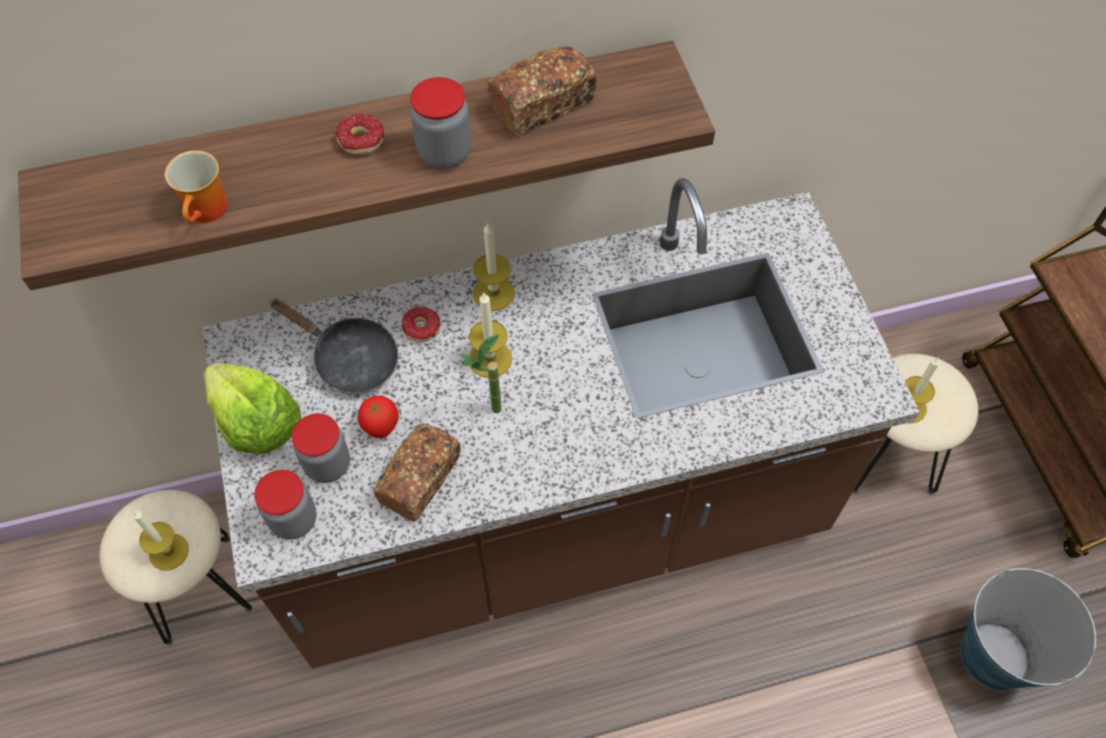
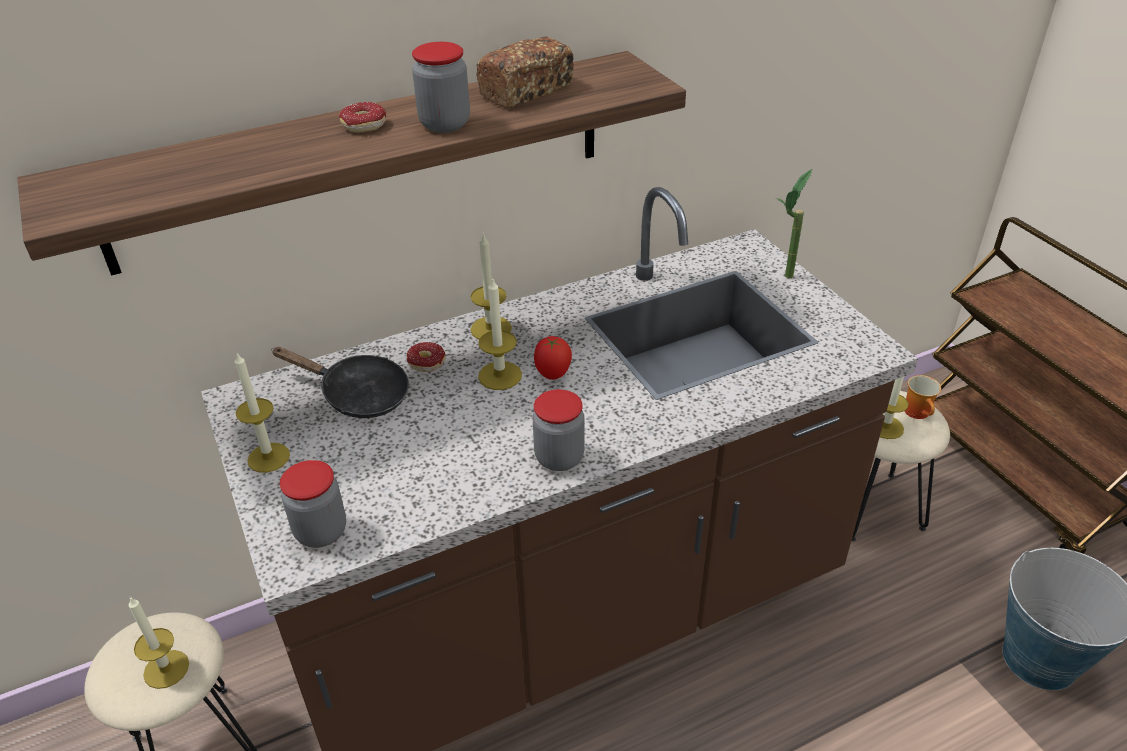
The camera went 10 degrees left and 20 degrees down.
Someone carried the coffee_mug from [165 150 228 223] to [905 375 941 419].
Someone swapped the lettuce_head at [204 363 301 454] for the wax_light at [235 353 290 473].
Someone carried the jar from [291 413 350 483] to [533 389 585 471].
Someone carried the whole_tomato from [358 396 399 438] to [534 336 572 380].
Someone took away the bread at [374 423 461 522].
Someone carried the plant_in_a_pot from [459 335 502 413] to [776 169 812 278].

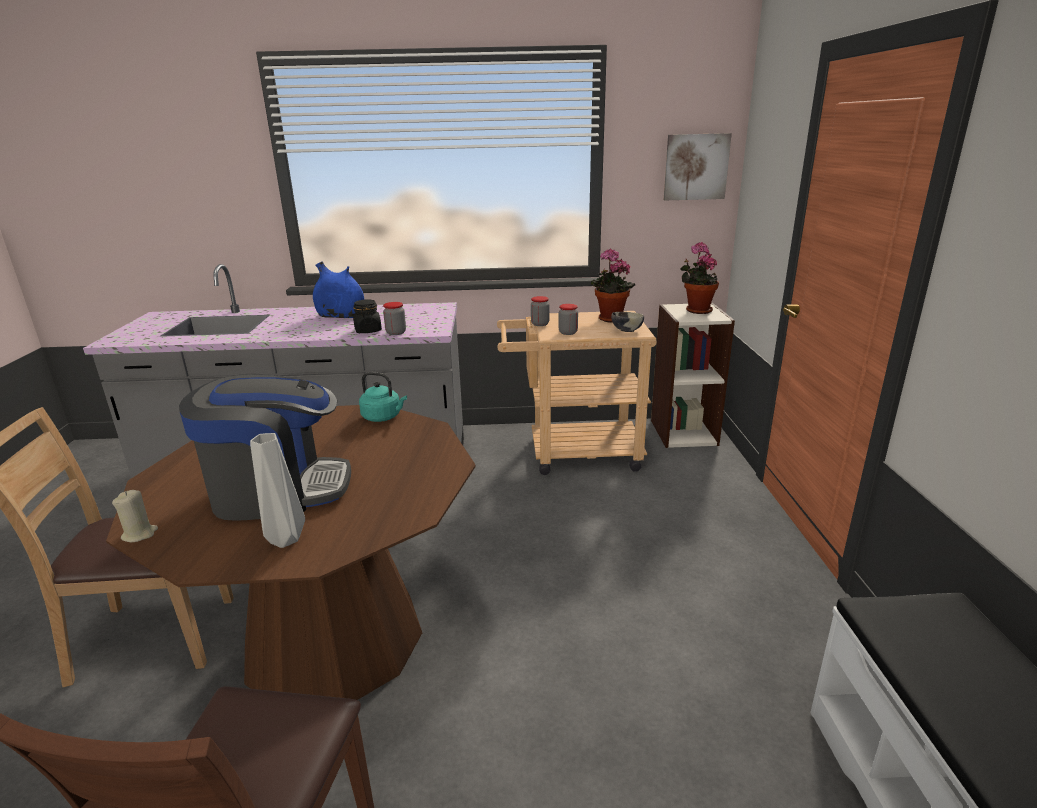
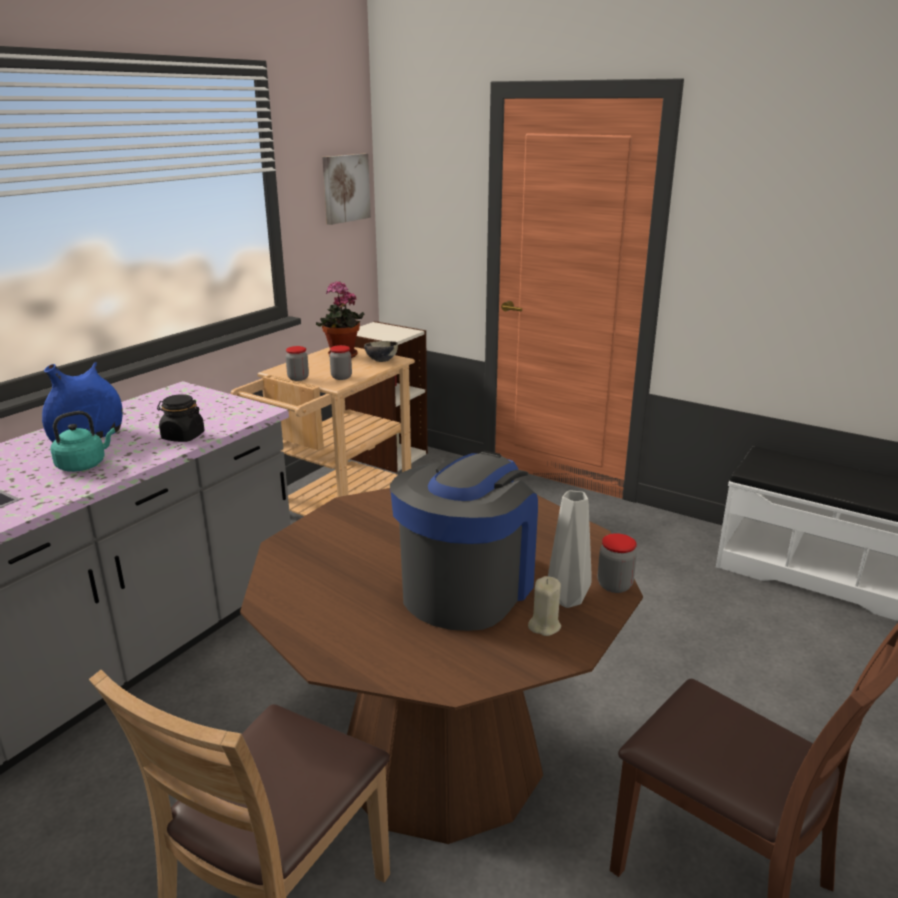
The camera went 55 degrees left and 0 degrees up.
Someone carried the sand-coloured_wax_light from [112 490 158 542] to [528 576 561 636].
Someone carried the turquoise_tea_kettle from [359 372 407 422] to [50 411 115 472].
Someone carried the jar from [383 302 406 335] to [598 533 637 593].
Someone took away the plant_in_a_pot at [681 242 719 314].

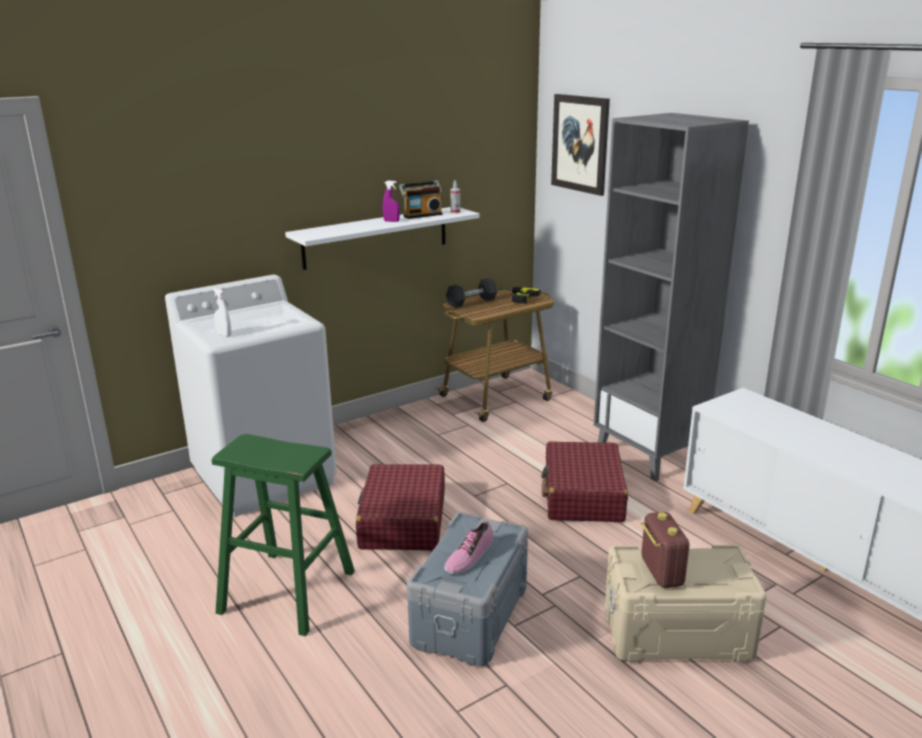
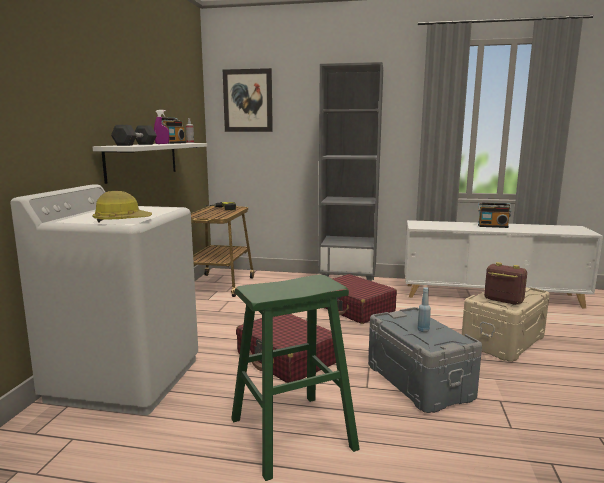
The camera went 45 degrees left and 10 degrees down.
Someone swapped the white_hand_sprayer at [212 288 231 337] for the safety_helmet at [92 191 152 223].
Someone swapped the item_of_footwear at [444 521 493 574] for the blue-coloured_beverage_bottle at [417 287 431 332].
Someone carried the blackish_free_weight from [446 278 497 308] to [111 125 157 146].
Someone put down the radio_set at [478 202 511 228].

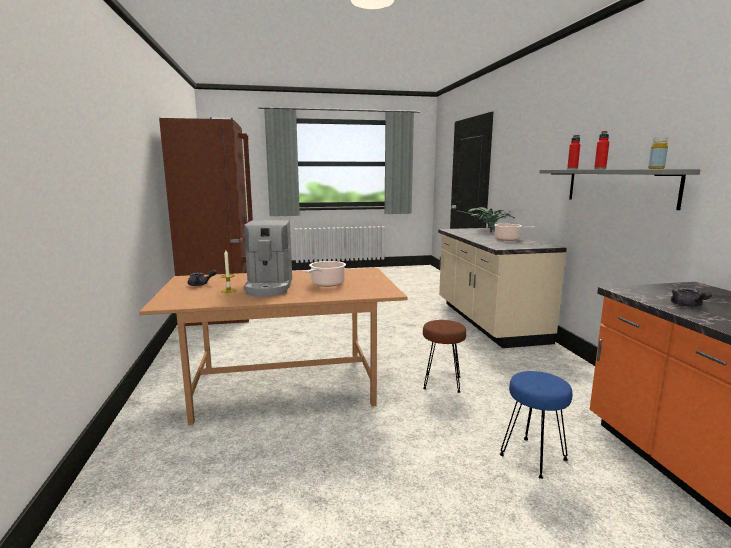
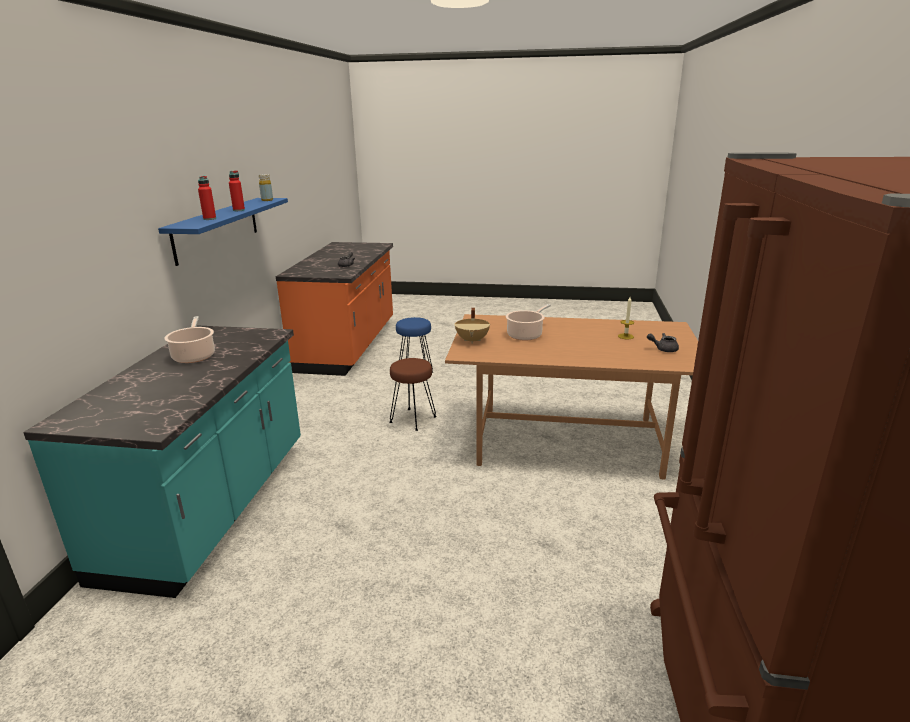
The camera went 160 degrees left and 10 degrees up.
Someone took away the coffee_brewer at [244 220 292 297].
Someone repainted the sand-coloured_kitchen_base_unit at [438 228 567 348], which became the turquoise_kitchen_base_unit at [23 325 301 598].
Someone took away the plant_in_a_pot at [468 207 515 232].
Someone repainted the grey_shelf at [539 169 701 210], which became the blue-coloured_shelf at [158 198 288 266].
Someone put down the sand-coloured_stockpot at [454 308 490 344].

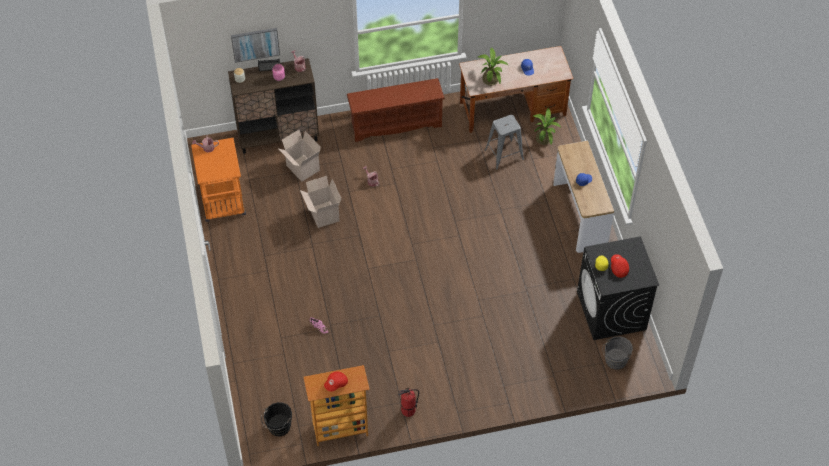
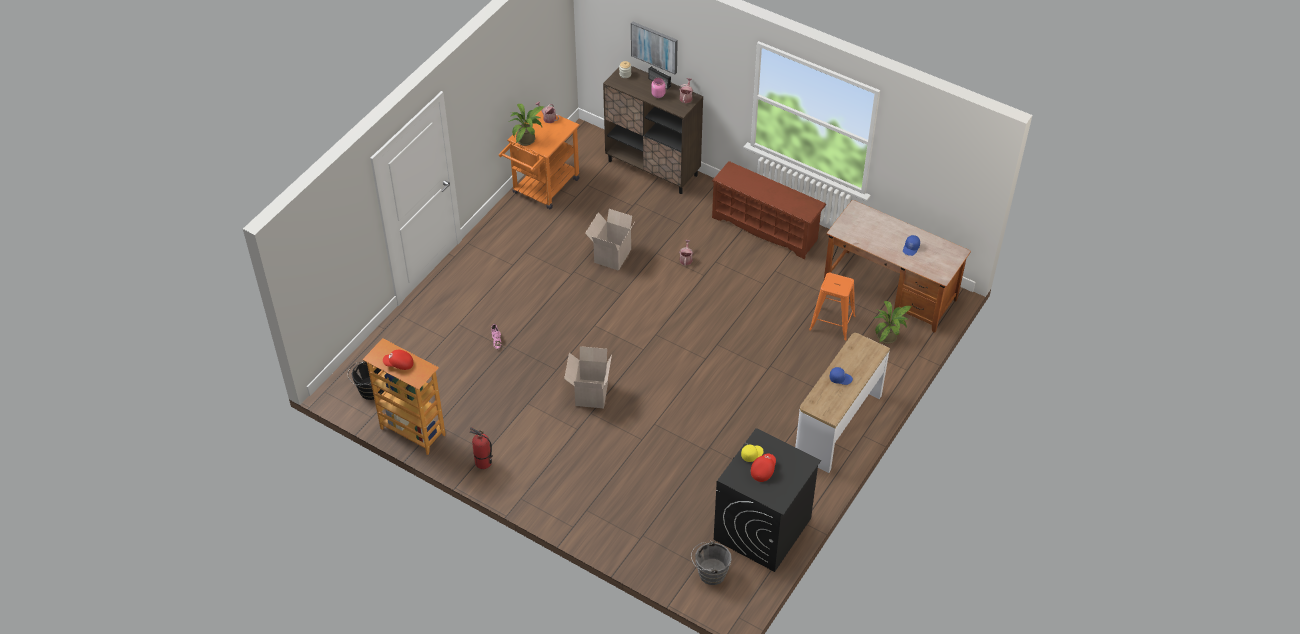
The camera went 45 degrees right and 5 degrees down.
Someone carried the cardboard_box from [279 130 321 182] to [564 346 612 408].
Someone carried the plant_in_a_pot from [478 48 508 86] to [509 104 544 146].
Someone repainted the grey_stool_seat at [485 115 524 169], which became the orange-coloured_stool_seat at [809 273 856 340].

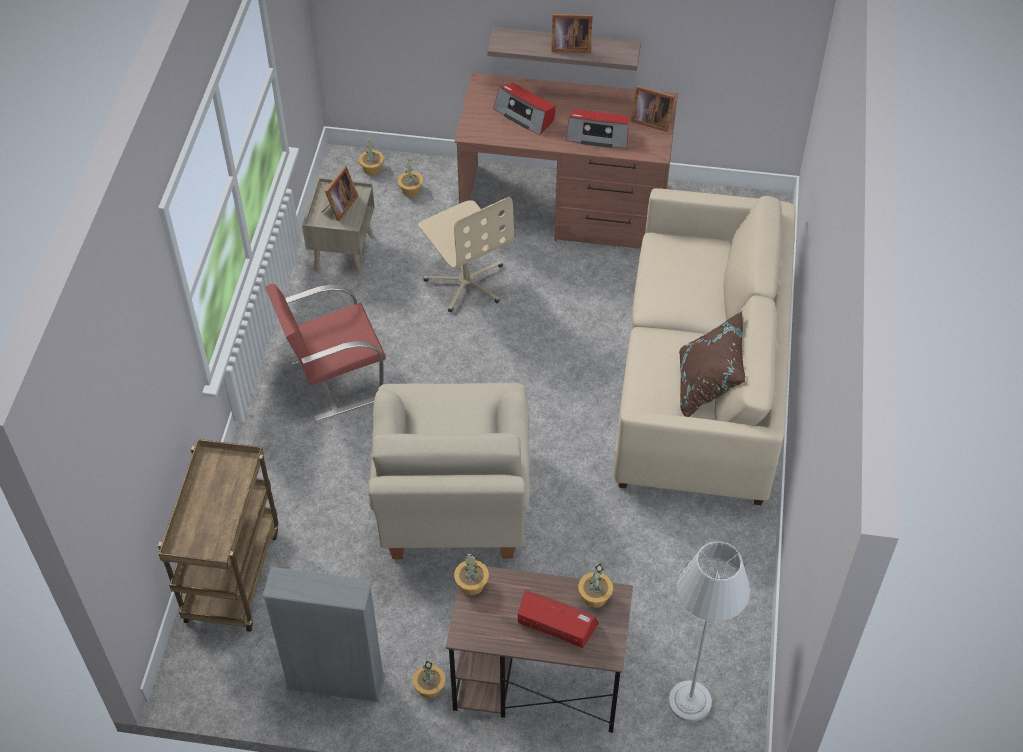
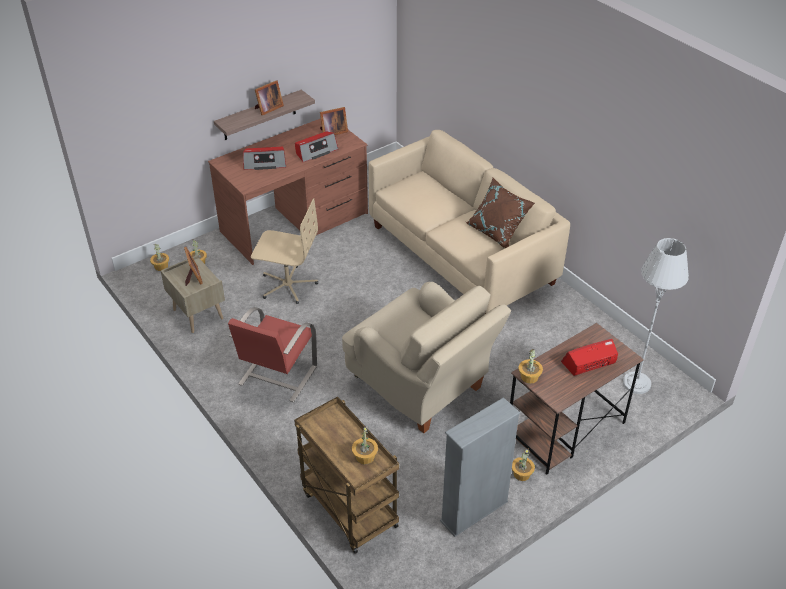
The camera went 45 degrees left and 10 degrees down.
Someone carried the plant_in_a_pot from [578 563 613 608] to [352 426 378 464].

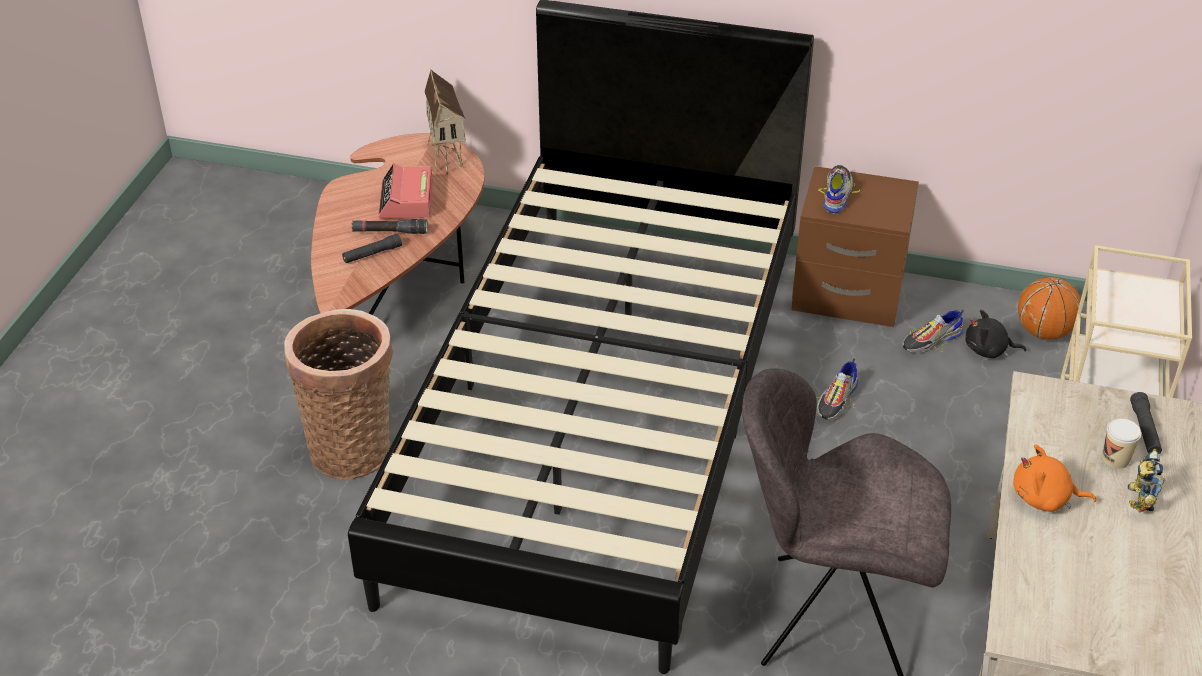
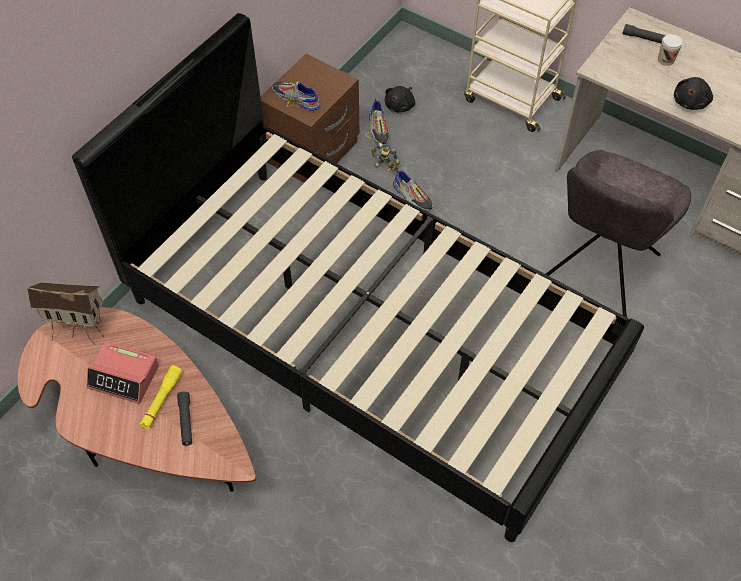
The camera went 70 degrees left and 15 degrees up.
Someone took away the basket at [284 309 393 480].
Someone repainted the blackish_flashlight at [352 219 428 234], which became the yellow_flashlight at [140 365 182 429].
Someone repainted the orange-coloured_soft_toy at [1013 444 1097 512], which became the blackish_soft_toy at [674 77 713 110].
Someone took away the basketball at [1018 277 1082 340].
Someone carried the model_robot from [1128 450 1165 512] to [371 142 400 172].

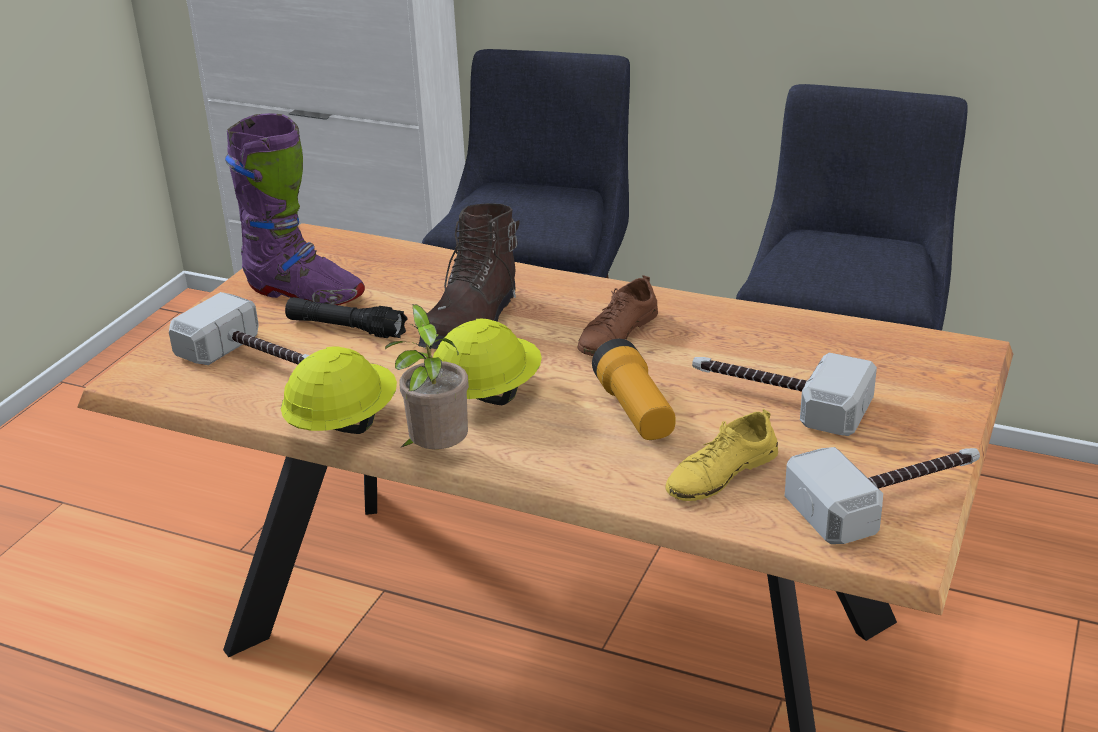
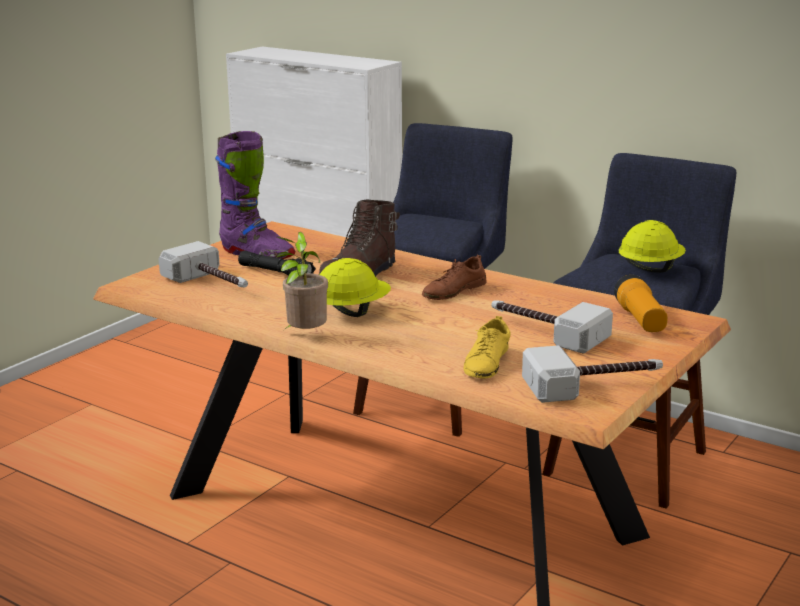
The camera went 10 degrees right and 10 degrees down.
Someone carried the yellow_safety_helmet from [281 347 397 434] to [619 220 686 273].
Someone carried the flashlight from [592 339 675 440] to [614 275 668 332].
Someone rotated the yellow_item_of_footwear at [665 409 778 501] by 45 degrees counterclockwise.

